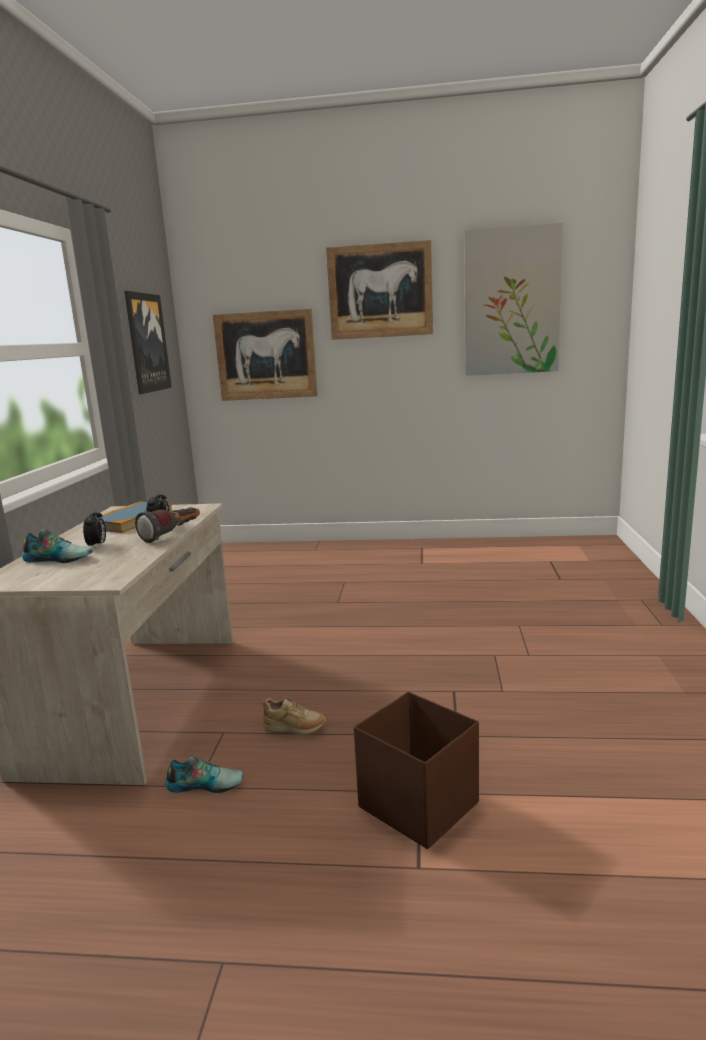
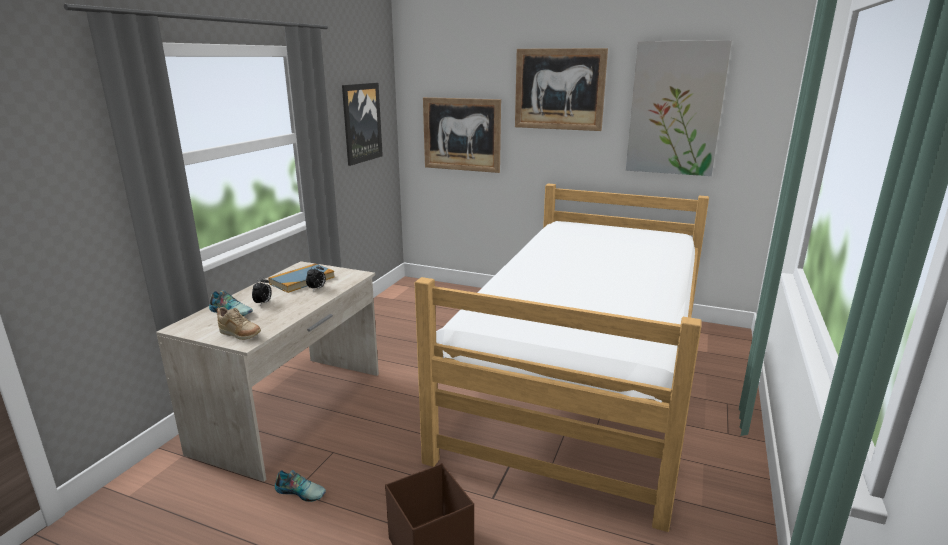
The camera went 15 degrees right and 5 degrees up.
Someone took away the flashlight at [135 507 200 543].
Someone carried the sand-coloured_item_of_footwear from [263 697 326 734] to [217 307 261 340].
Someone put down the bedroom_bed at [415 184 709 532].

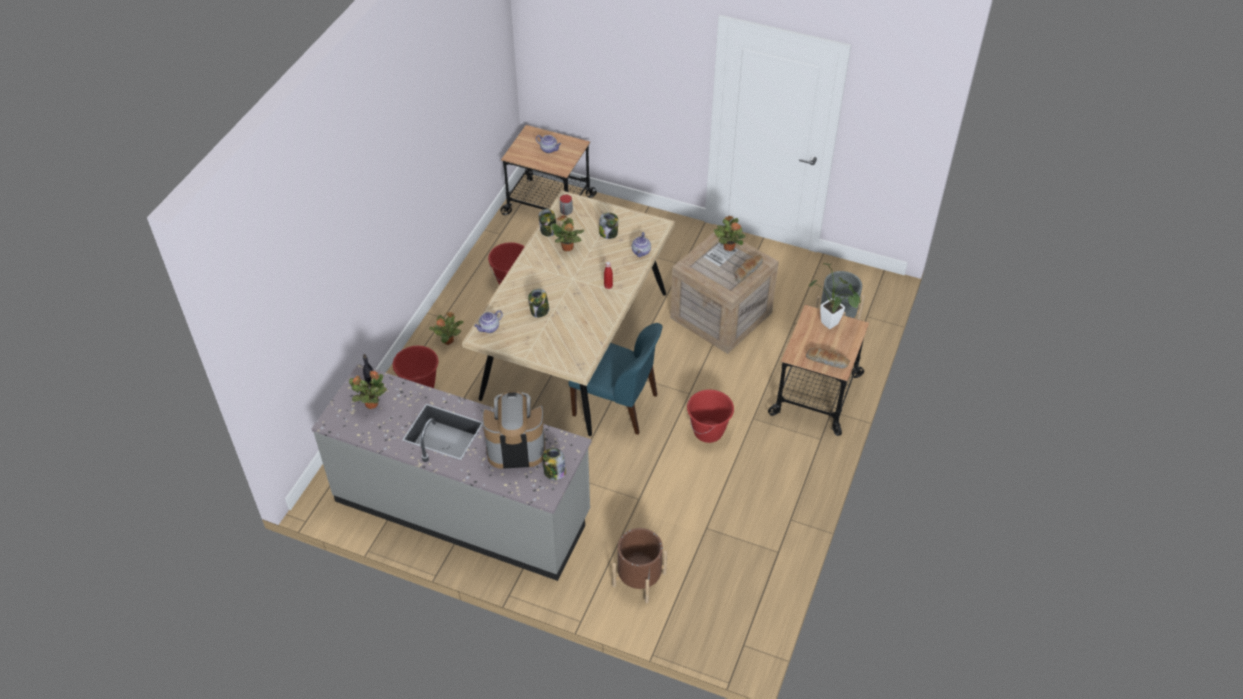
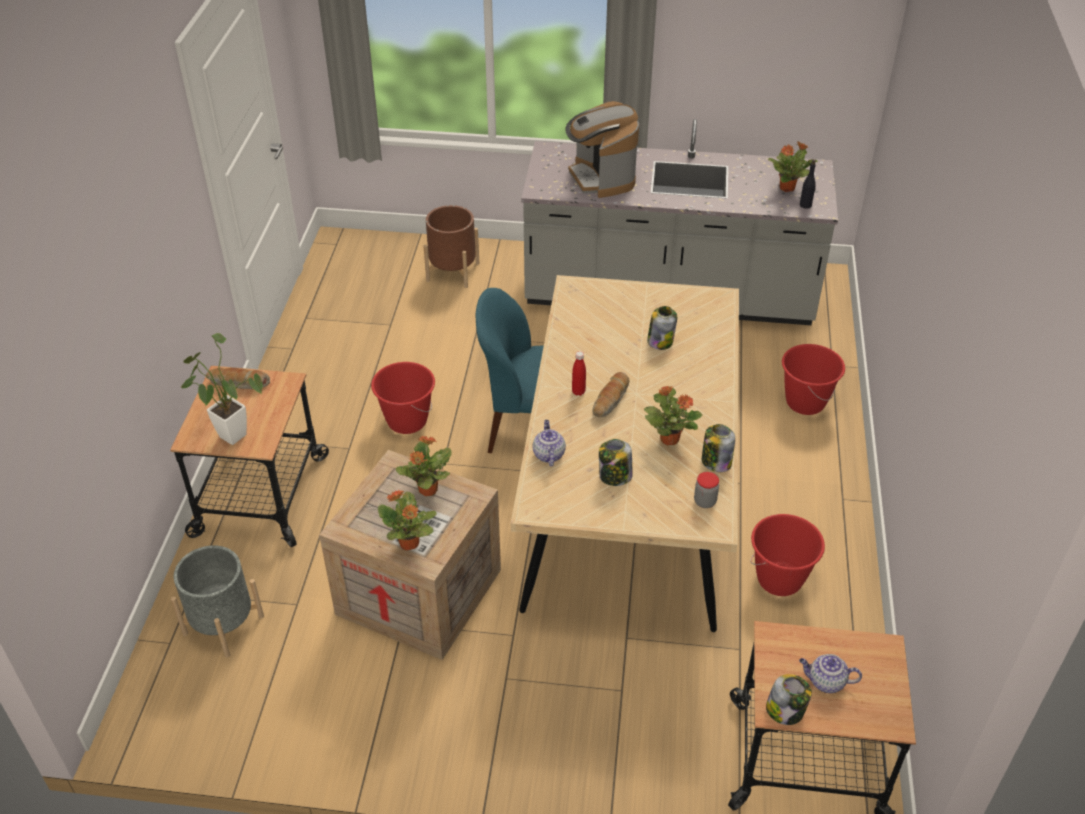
The camera went 165 degrees right and 5 degrees down.
Someone carried the plant_in_a_pot from [429 312 463 345] to [396 436 451 496].
Someone took away the pot_for_tea at [474 310 503 333].
Someone rotated the coffee_brewer at [482 392 545 469] by 90 degrees clockwise.
Someone carried the jar from [543 448 566 480] to [766 674 812 725].
Someone carried the bread from [734 254 763 283] to [592 372 630 418].

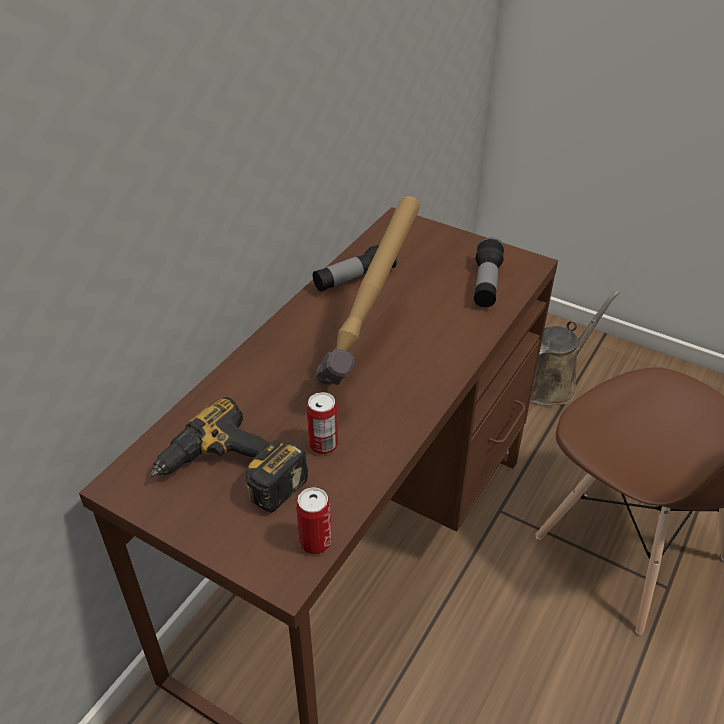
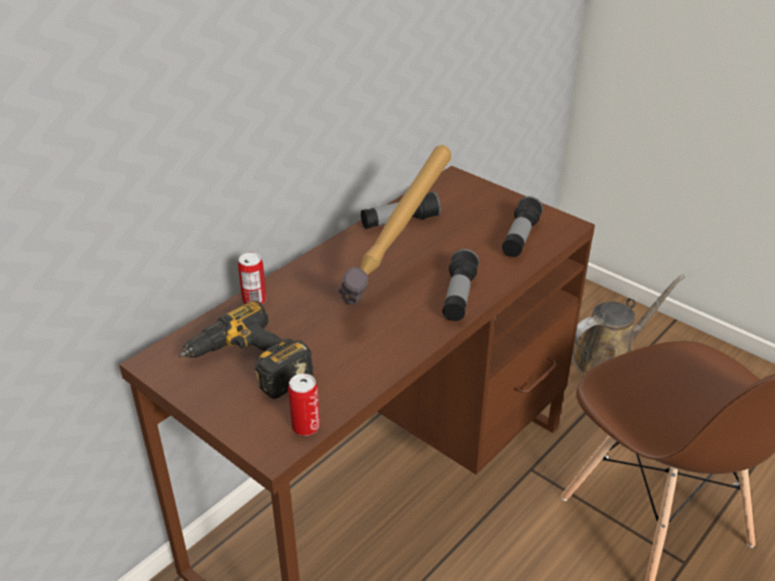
The camera went 10 degrees right and 5 degrees down.
Someone carried the metal_can from [307 392 338 454] to [238 253 267 304].
Someone put down the flashlight at [443 249 479 321].

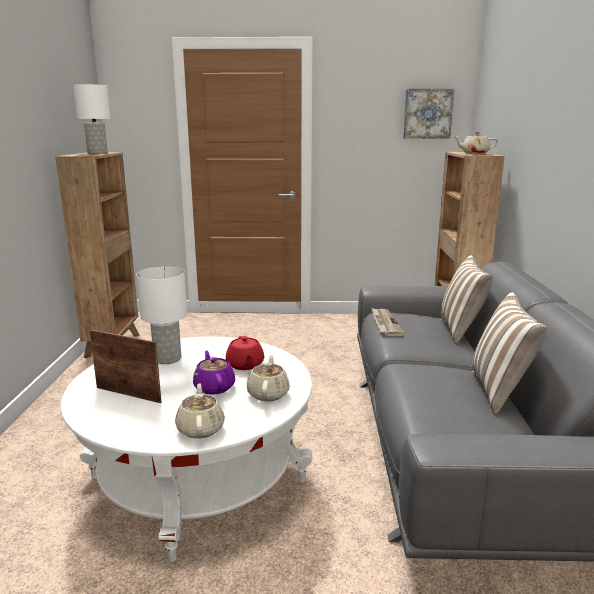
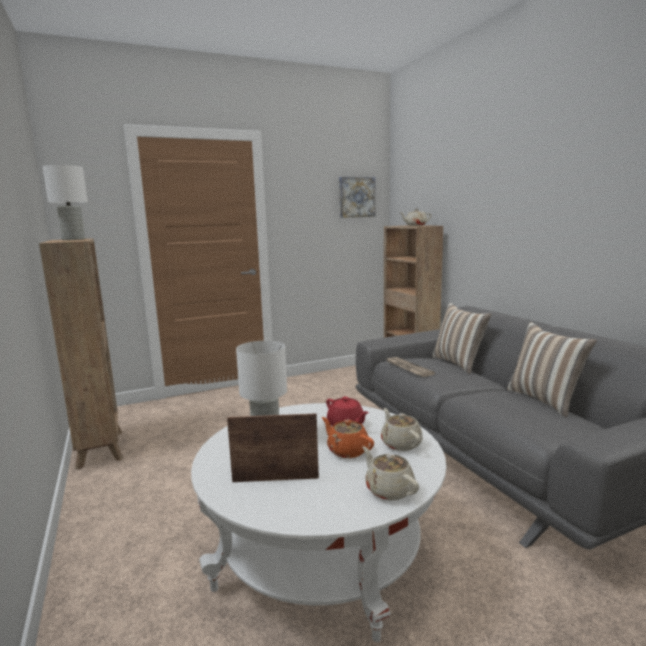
The camera went 25 degrees left and 5 degrees down.
Someone repainted the purple_pot_for_tea at [193 350 235 395], which became the orange-coloured_pot_for_tea at [322 417 374 458].

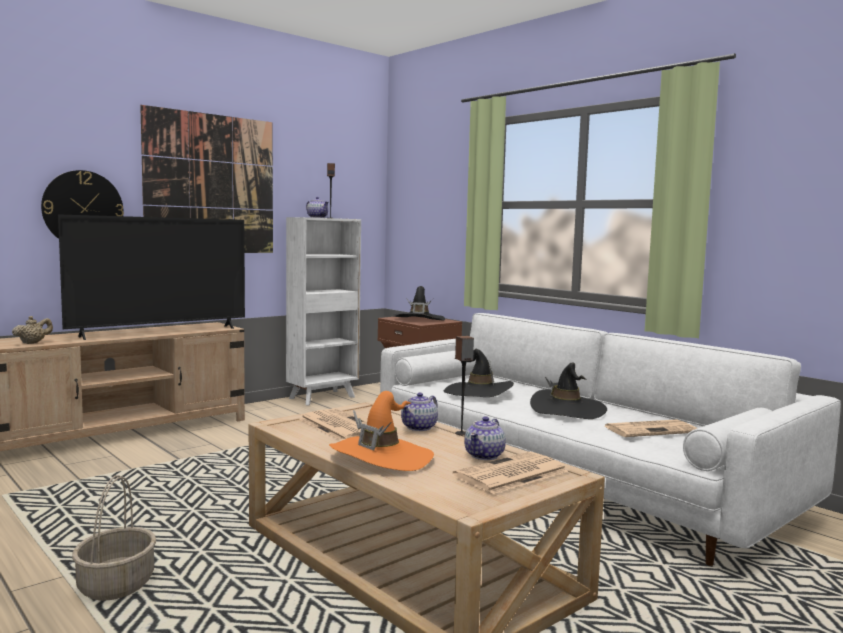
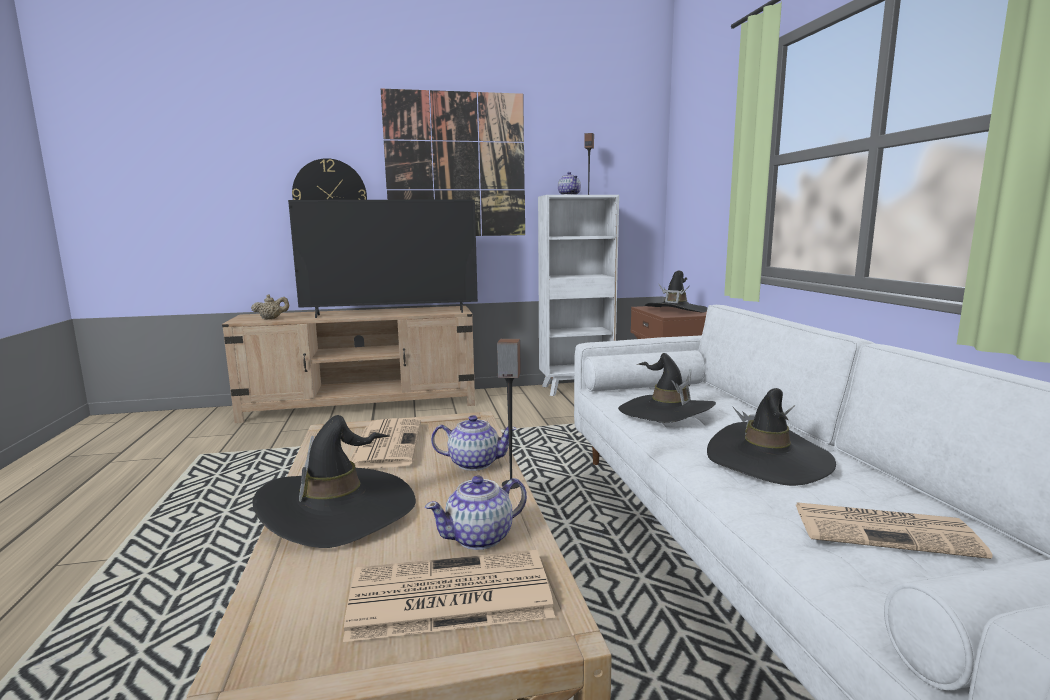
The camera went 30 degrees right and 5 degrees up.
Someone took away the basket at [72 475 156 601].
Someone repainted the orange-coloured_clothing_hat at [329 391 434 471], which became the blackish_clothing_hat at [252 415 416 548].
Someone rotated the pot_for_tea at [401 393 438 431] by 150 degrees counterclockwise.

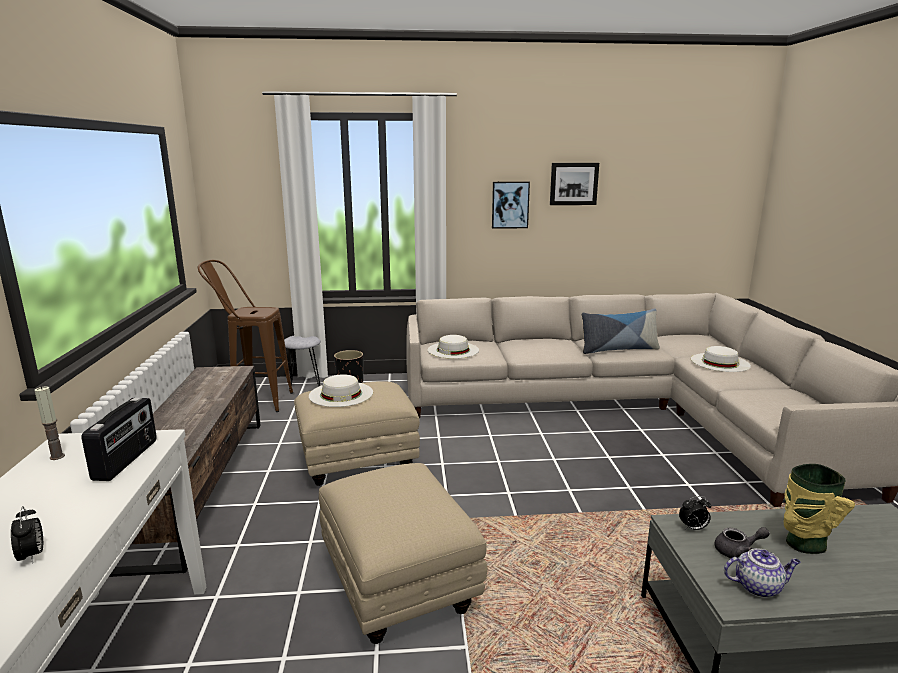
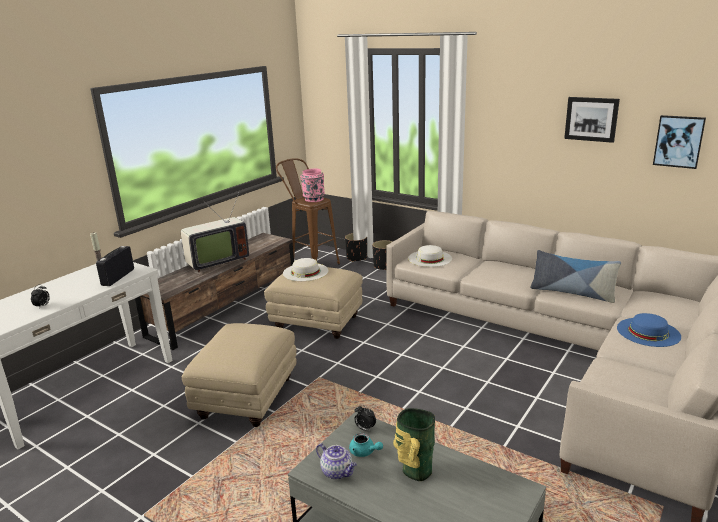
The camera went 40 degrees right and 5 degrees up.
Someone rotated the radio_set at [81 397 157 481] by 150 degrees clockwise.
Someone swapped the grey_stool_seat at [284 336 321 389] for the blackish_flower_pot at [345 233 367 262].
Someone carried the wall_picture from [492 182 530 229] to [653 115 706 169].
Someone repainted the white_clothing_hat at [691 346 751 372], which became the blue-coloured_clothing_hat at [617 313 681 347].
Someone repainted the grey_pot_for_tea at [714 527 770 558], which became the turquoise_pot_for_tea at [349 433 383 457].
Someone put down the TV_set at [181 193 249 272].
Someone put down the pinkish_vase at [300 168 325 202].

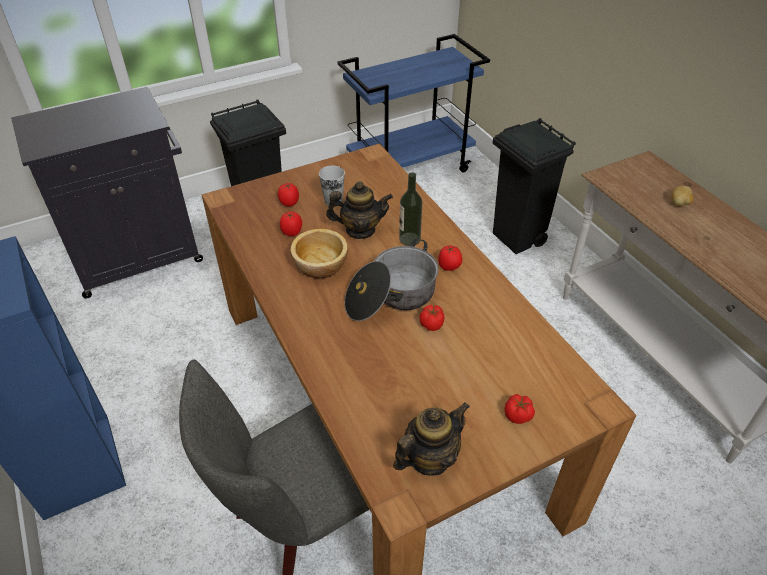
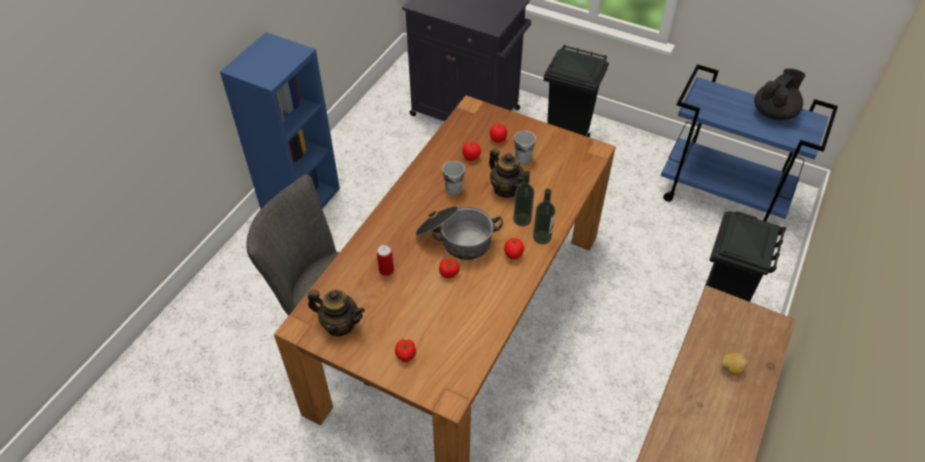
The camera went 55 degrees right and 5 degrees up.
Someone swapped the serving_bowl at [290 229 348 279] for the cup at [443 161 465 196].
Someone put down the metal_can at [377 245 394 276].
Someone put down the beverage_bottle at [533 189 555 244].
Someone put down the blackish_pot_for_tea at [754 69 805 120].

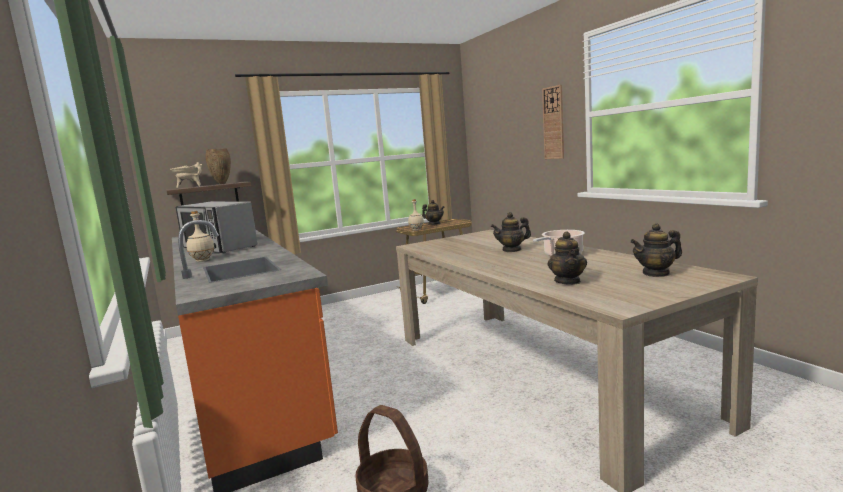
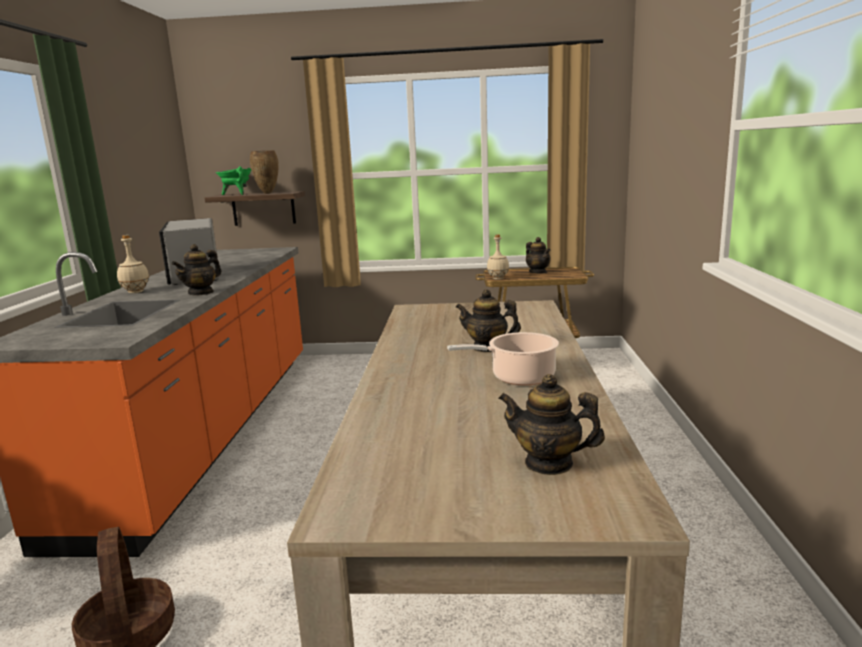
The camera went 30 degrees right and 5 degrees up.
Someone repainted the sand-coloured_stockpot at [170 162 202 188], which became the greenish_stockpot at [216 166 251 195].
Someone took away the hanging_clock at [542 85 564 159].
Someone carried the pot_for_tea from [548 231 587 285] to [171 244 222 296].

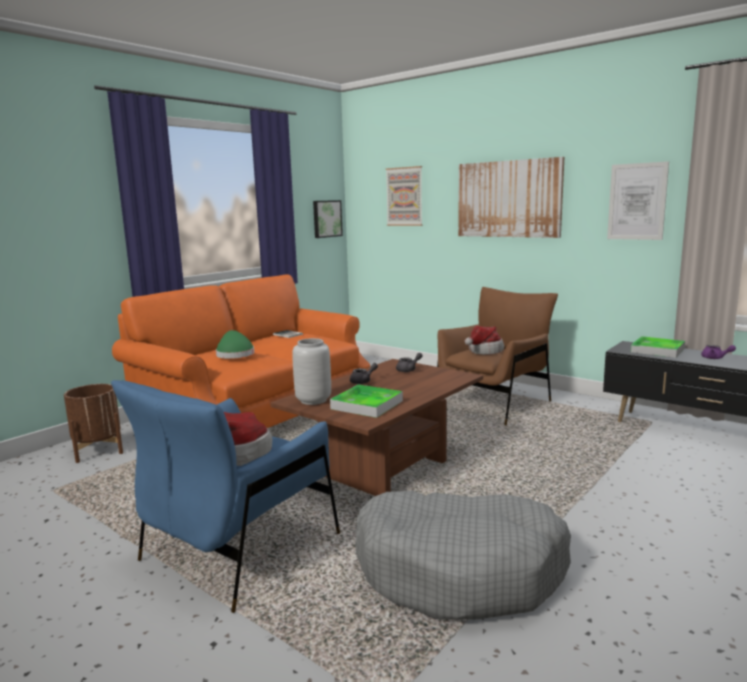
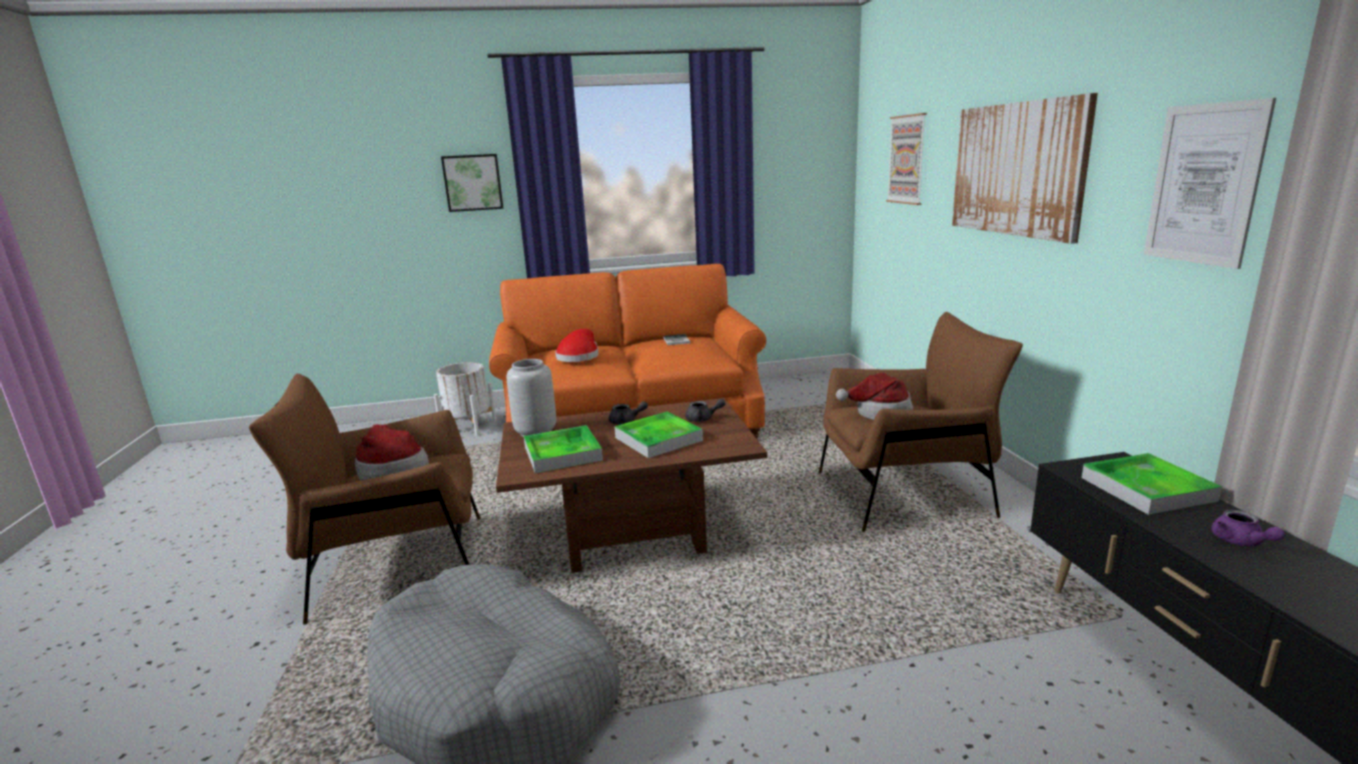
The camera went 40 degrees right and 5 degrees up.
Someone repainted the brown-coloured_flower_pot at [64 384 123 463], which became the white_flower_pot at [434 362 497 436].
Someone repainted the blue-coloured_lounge_chair at [111 380 340 613], which became the brown-coloured_lounge_chair at [249 374 480 625].
Someone repainted the greenish_clothing_hat at [216 330 254 359], which became the reddish_clothing_hat at [555 329 599 362].
Someone carried the wall_picture from [313 200 343 238] to [441 154 503 212].
Someone put down the tray at [614 412 703 458].

